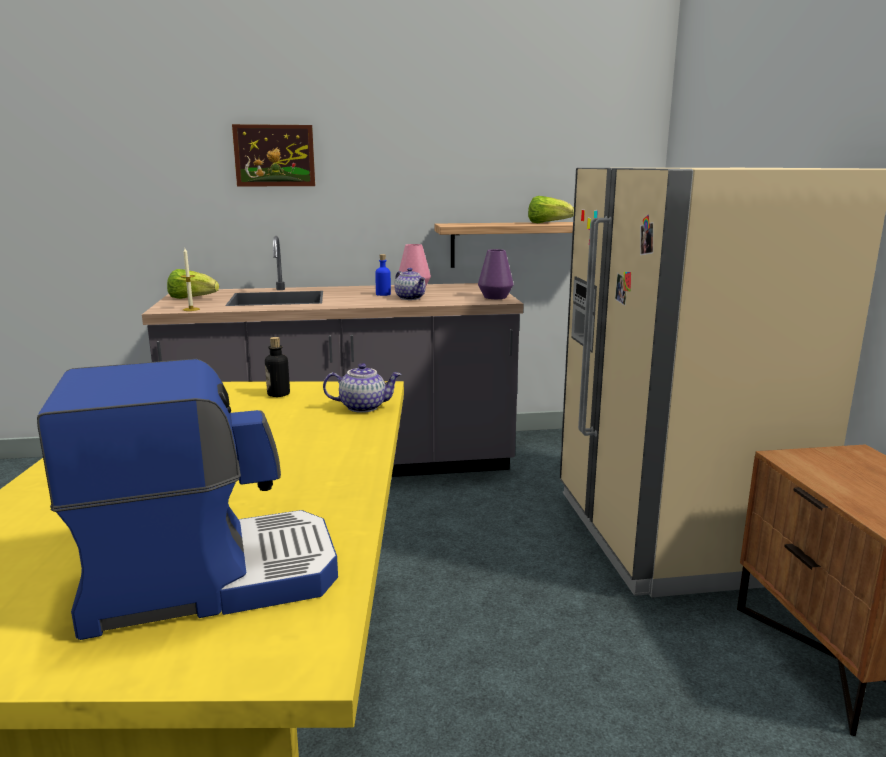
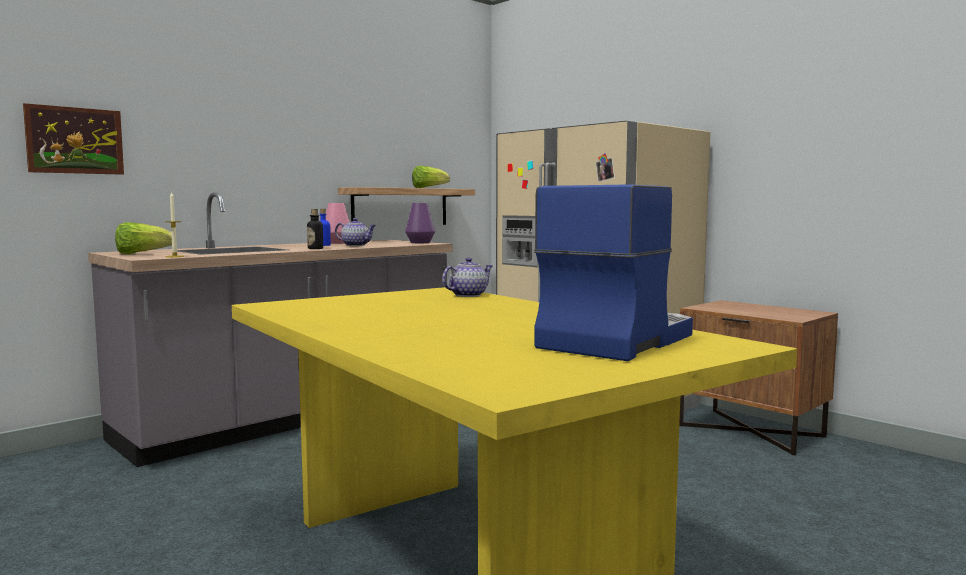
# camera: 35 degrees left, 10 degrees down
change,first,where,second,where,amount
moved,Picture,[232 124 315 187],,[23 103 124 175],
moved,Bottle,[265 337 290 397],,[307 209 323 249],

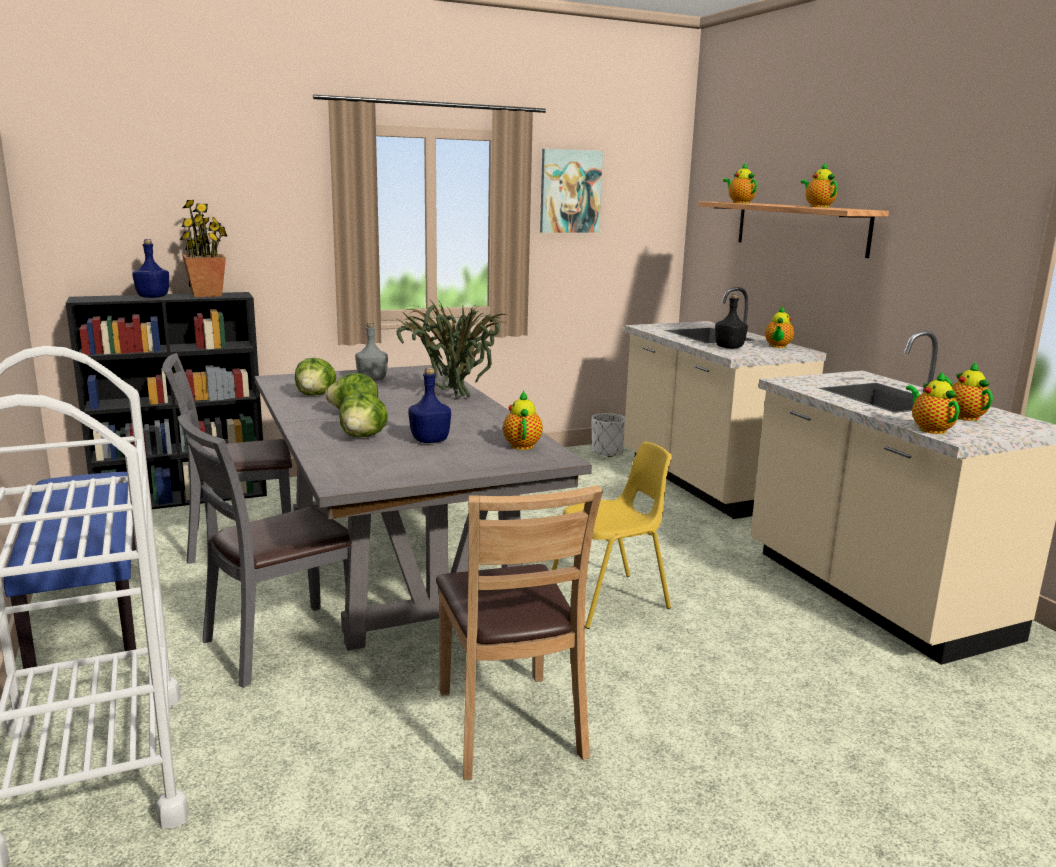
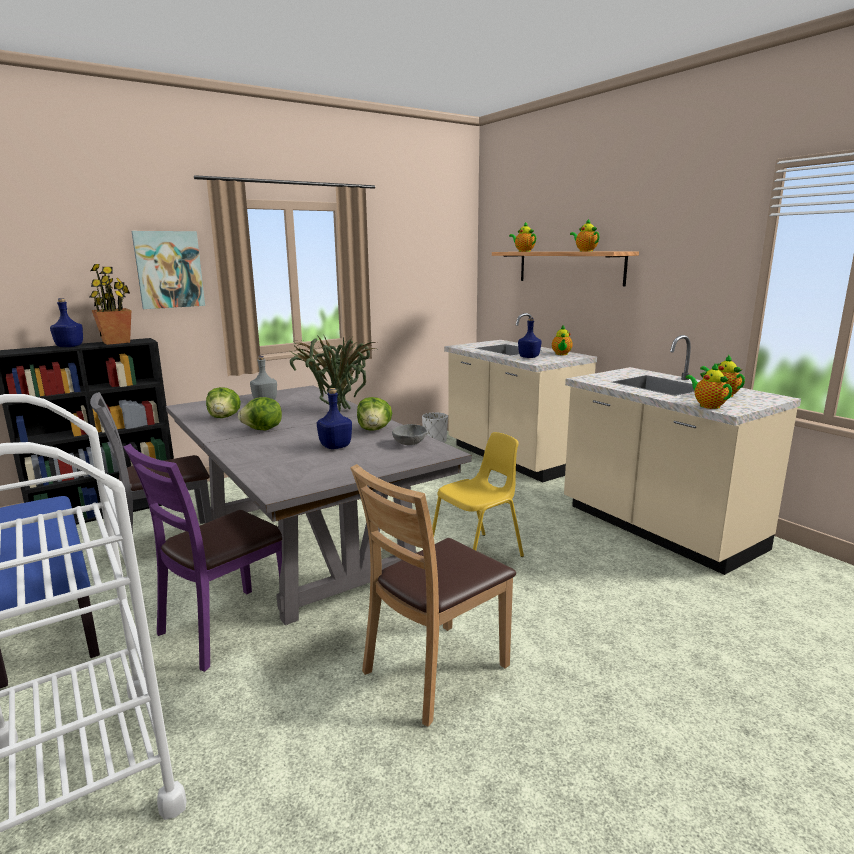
# camera: 10 degrees left, 0 degrees up
change,first,where,second,where,amount
recoloured,GreyChair,[177 414 350 688],PurpleChair,[124 444 282 672],
moved,Picture,[540 149 603 233],,[132 231 205 309],
turned,BrownChair,[436 485 603 780],,[350 464 516 727],75 degrees clockwise
moved,Lettuce,[339 392 388 437],,[357 397 392 431],
replaced,Teapot,[503 391 543 450],GreyBowl,[392 424 427 445],
recoloured,BlackBottle,[715 294 748 349],BlueBottle,[518 317 542 358],

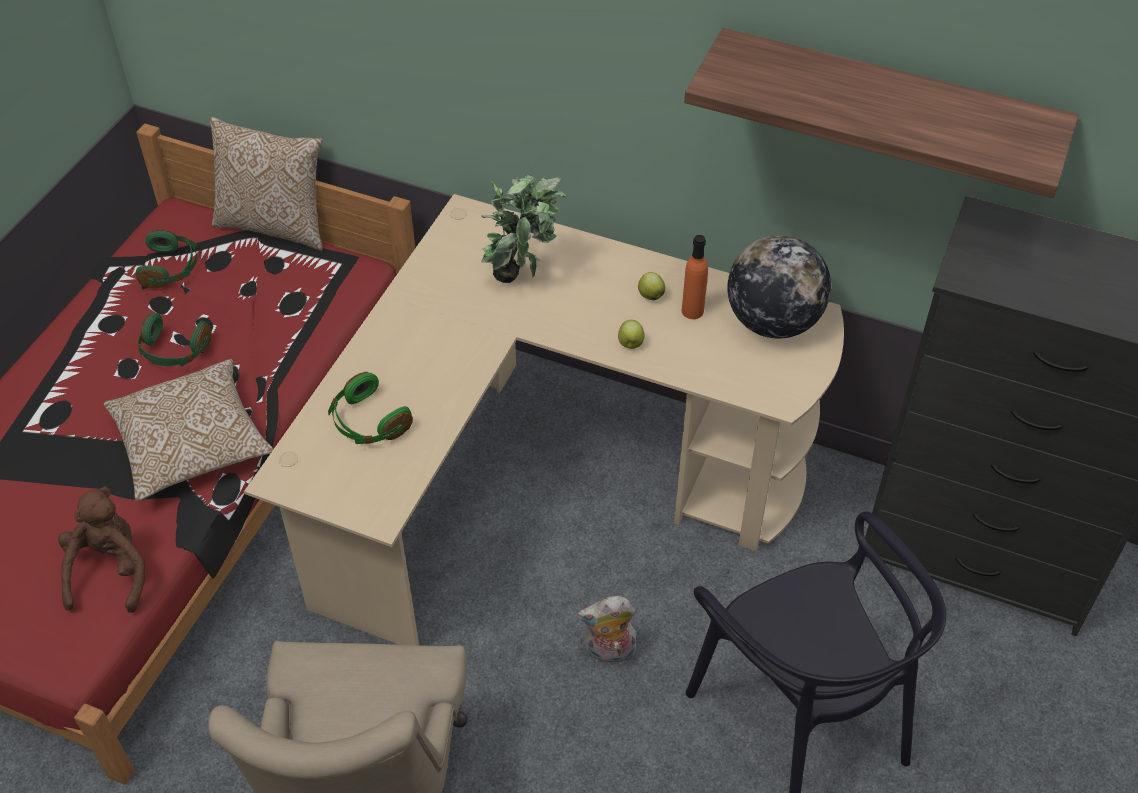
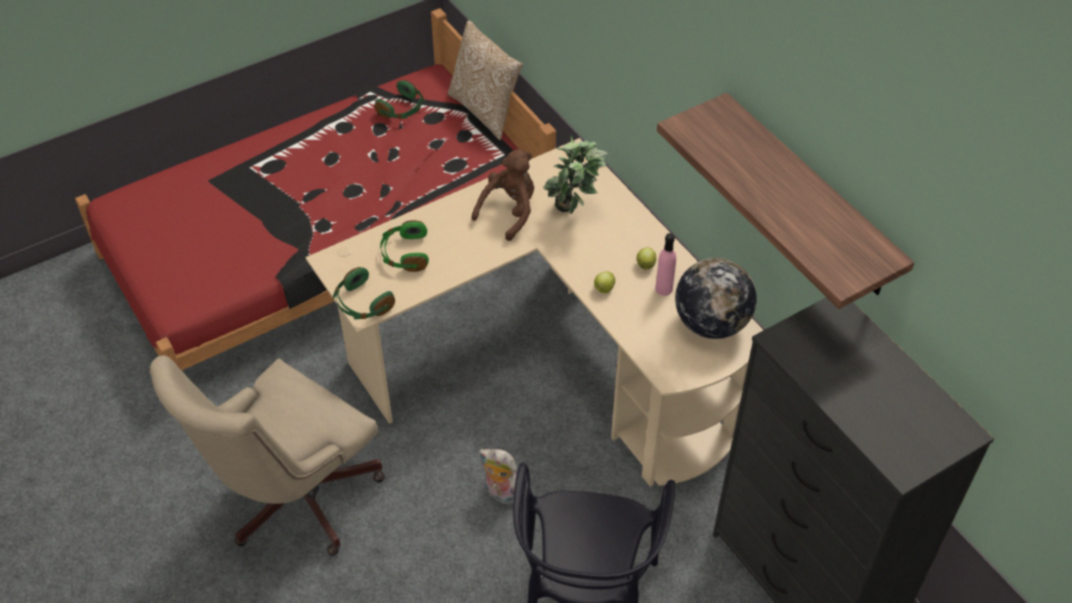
# camera: 35 degrees right, 0 degrees up
change,first,where,second,where,amount
moved,GreenHeadphones,[138 313 212 366],,[333 267 395 319],
moved,BrownPlushToy,[58 486 145 613],,[471 150 534 241],
recoloured,OrangeBottle,[682 235 708 319],PinkBottle,[655 233 676 296],
removed,Pillow,[104 359 274 501],,,

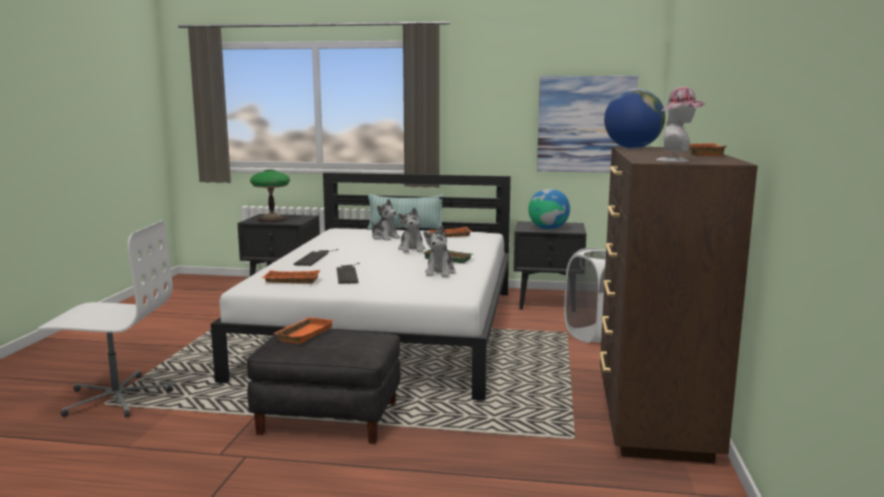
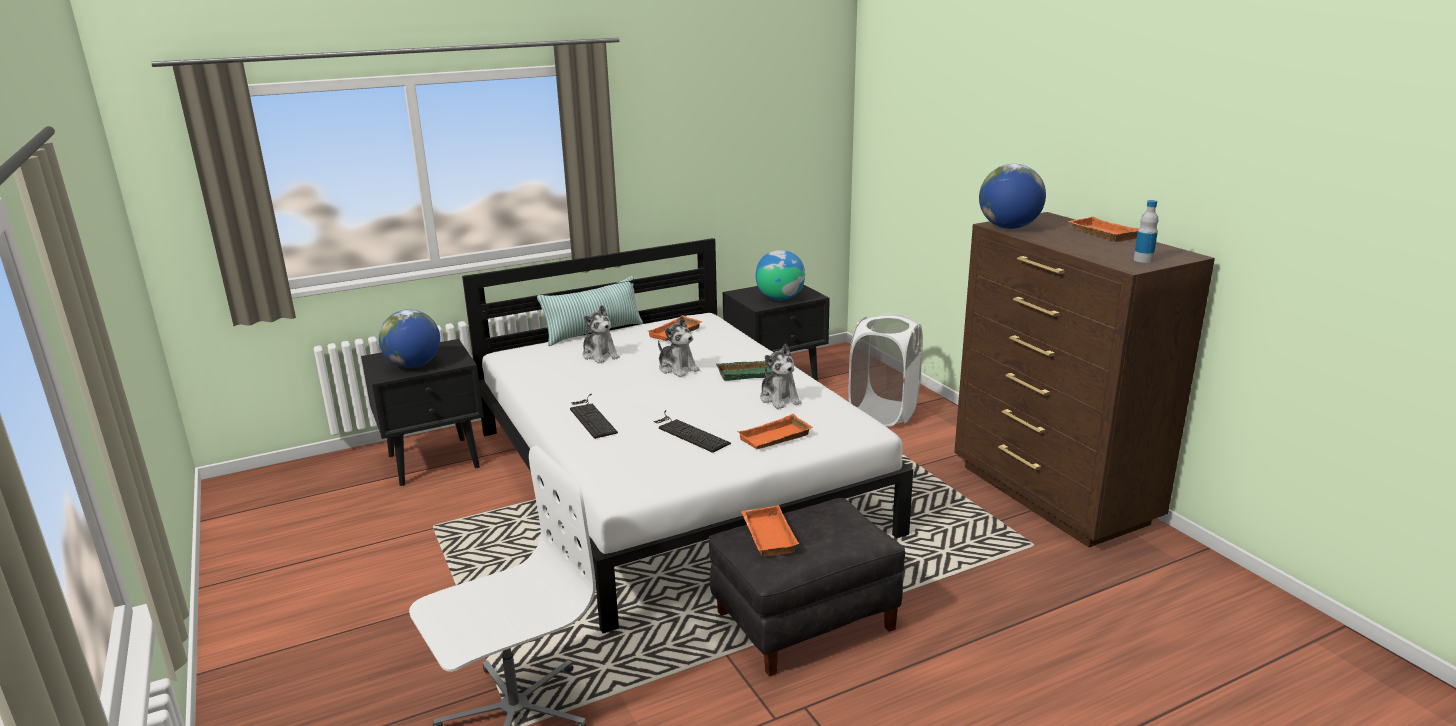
# camera: 35 degrees left, 10 degrees up
change,first,where,second,where,amount
replaced,TableLamp,[250 170 290 223],Globe,[379 309 440 368],
turned,PlushToy,[371 199 400 241],,[583 305 620 364],45 degrees clockwise
moved,OrangeTray,[262 270 320 284],,[737 414 813 449],
replaced,Hat,[656 87 706 162],Bottle,[1134 200 1159 263],
removed,Picture,[537 76 638 173],,,

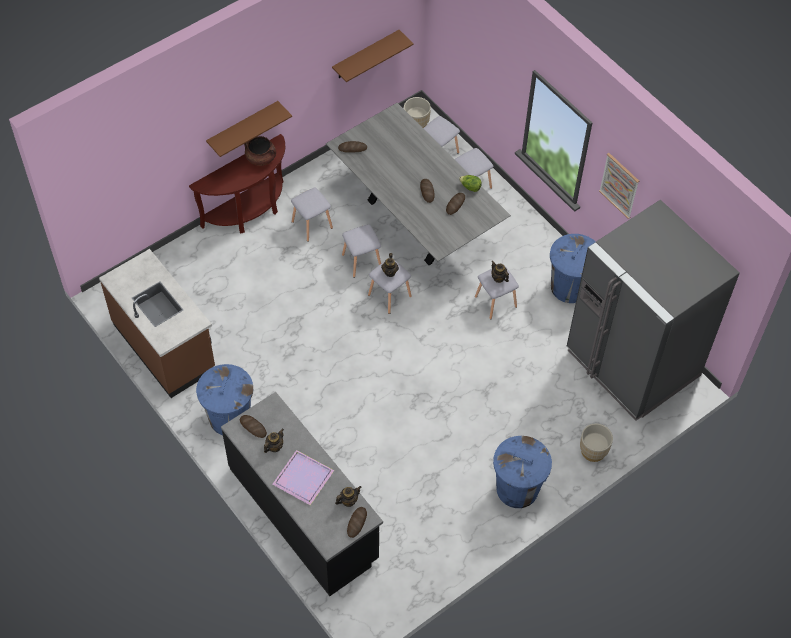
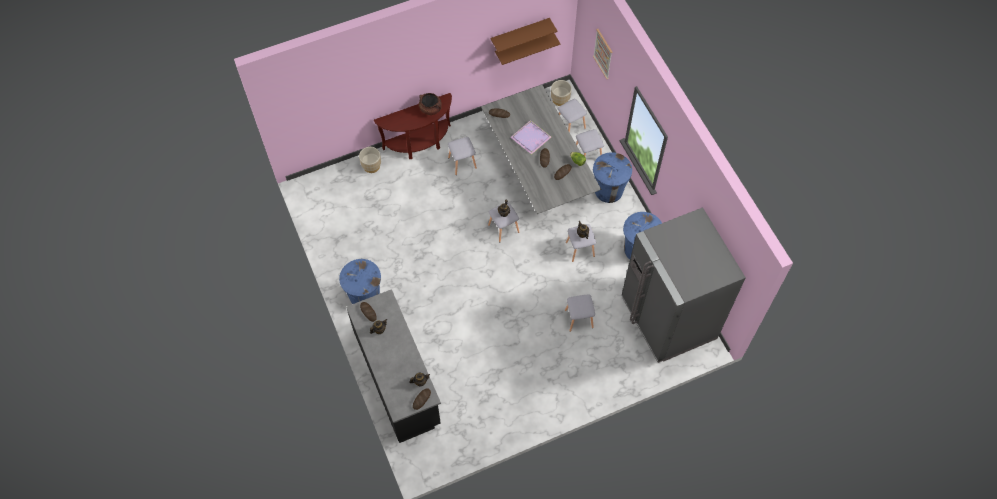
# camera: 15 degrees right, 5 degrees up
change,first,where,second,where,amount
moved,BeigePlanter,[580 424 613 462],,[359 147 381 173],
moved,BrownShelf,[206 101 292 157],,[491 18 557 52],
moved,PurpleTray,[272 450 334 505],,[511 120 551 154],
moved,GreyStool,[342 224 381 278],,[565 294 595 332],
moved,Picture,[599 153 639 219],,[593 29 613 79],
moved,BlueTrashCan,[493 436 552 508],,[593 152 632 203],
removed,BrownCounter,[99 249 215 398],,,

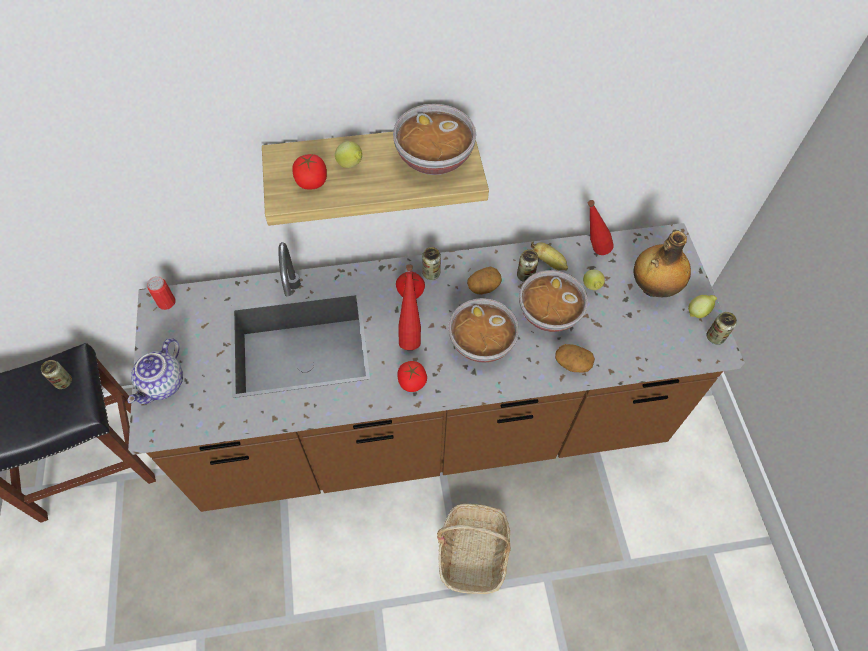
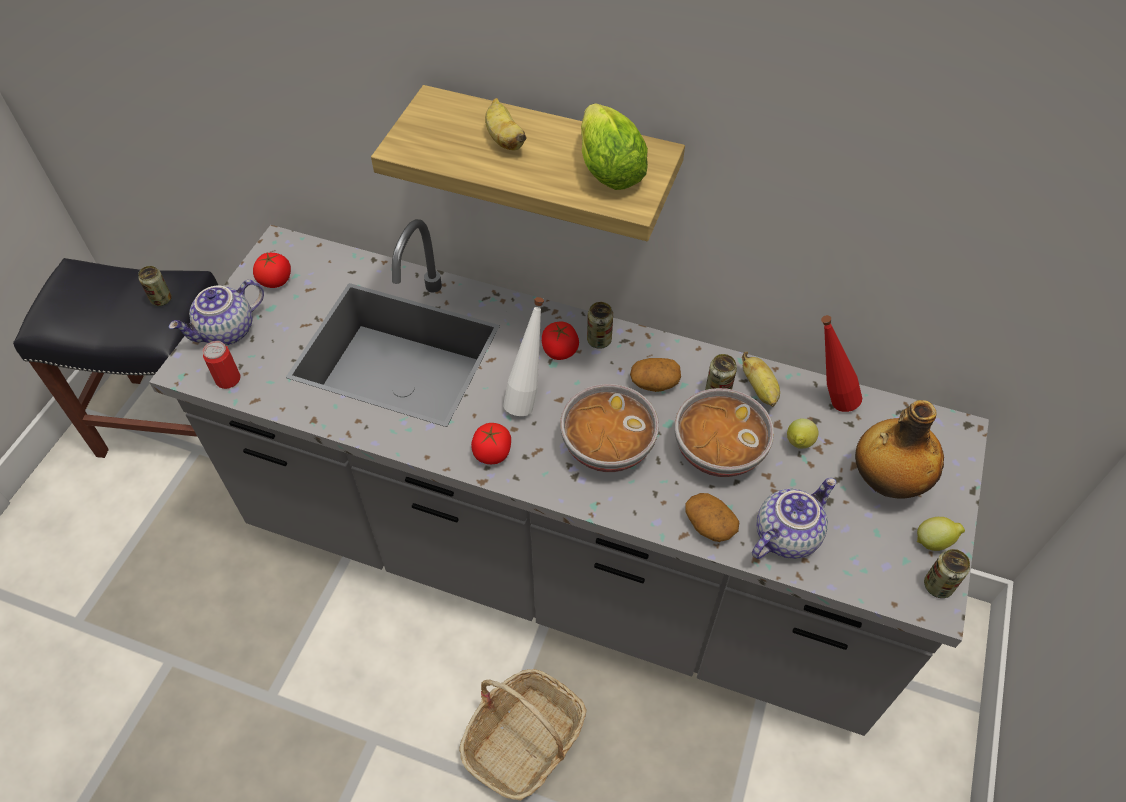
# camera: 30 degrees right, 5 degrees down
change,first,where,second,where,amount
recoloured,BrownCounter,[128 223 745 512],GreyCounter,[149 219 989 736],
moved,Can,[147 276 176 310],,[203 341 241 389],
moved,Tomato,[292 154 327 189],,[253 253 291 288],
replaced,Lemon,[335 141 362 168],Banana,[485 98 527 150],
recoloured,RedBottle,[398 264 421 350],WhiteBottle,[503 297 544 416],
replaced,Bowl,[393 104 476 175],Lettuce,[581 104 648 190],
added,,,Teapot,[752 478 836 559],

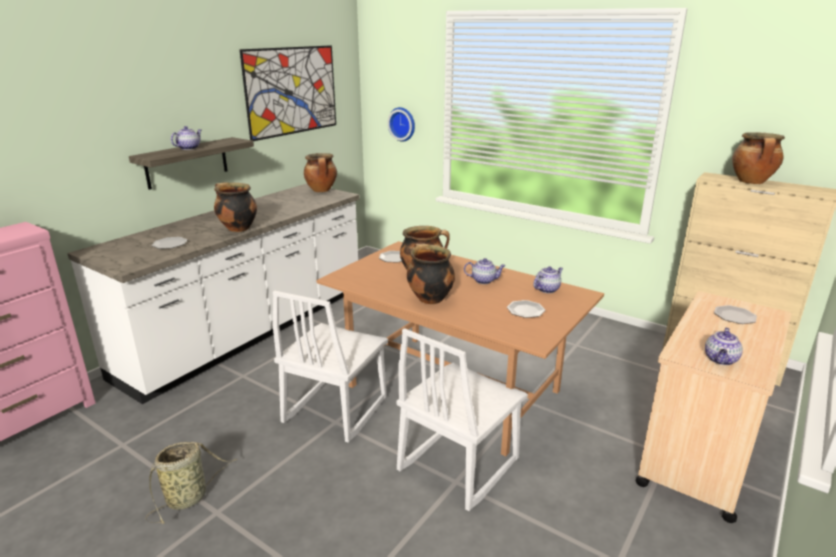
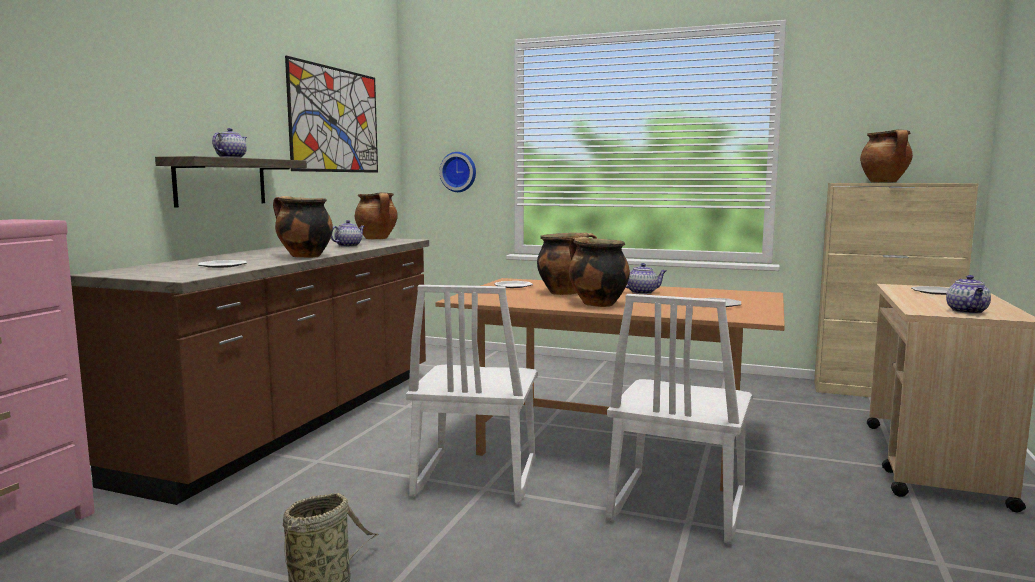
# camera: 15 degrees left, 15 degrees down
change,first,where,second,where,amount
recoloured,WhiteCounter,[67 184 360 404],BrownCounter,[70 237 429 505],
moved,Teapot,[533 266 563 293],,[331 220 365 247],

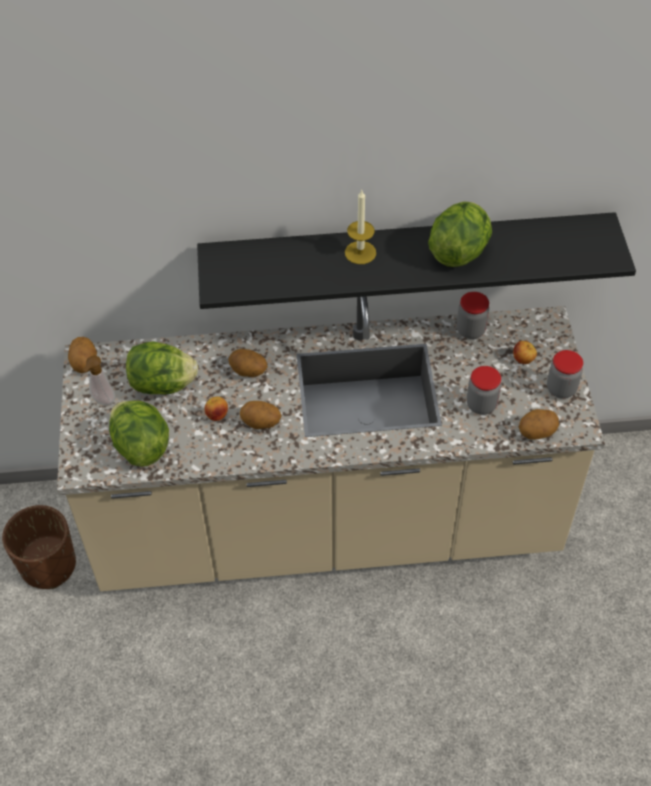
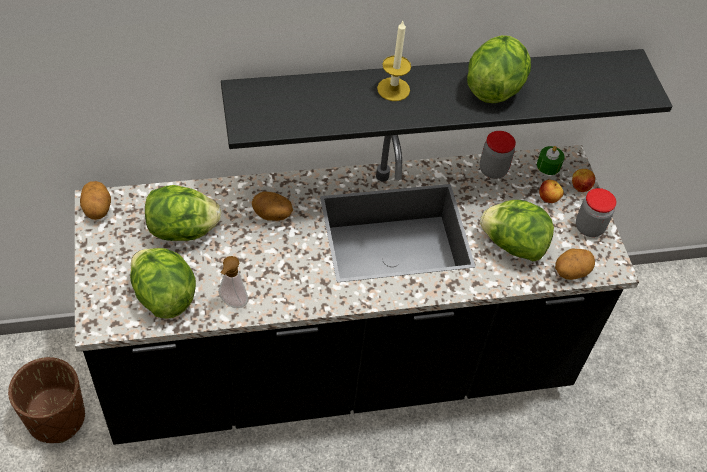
# camera: 10 degrees left, 0 degrees up
change,first,where,second,where,amount
recoloured,BeigeCounter,[57 296 605 591],BlackCounter,[75 135 639 445],
moved,SoapDispenser,[83 356 115 406],,[219 256 248 308],
replaced,Jar,[467 366 501 415],Lettuce,[480 200 554 261],
added,,,GreenCandle,[537 146 565 175],
moved,Apple,[205 397 228 421],,[572 169 595 192],
removed,Potato,[240 401 282 429],,,

